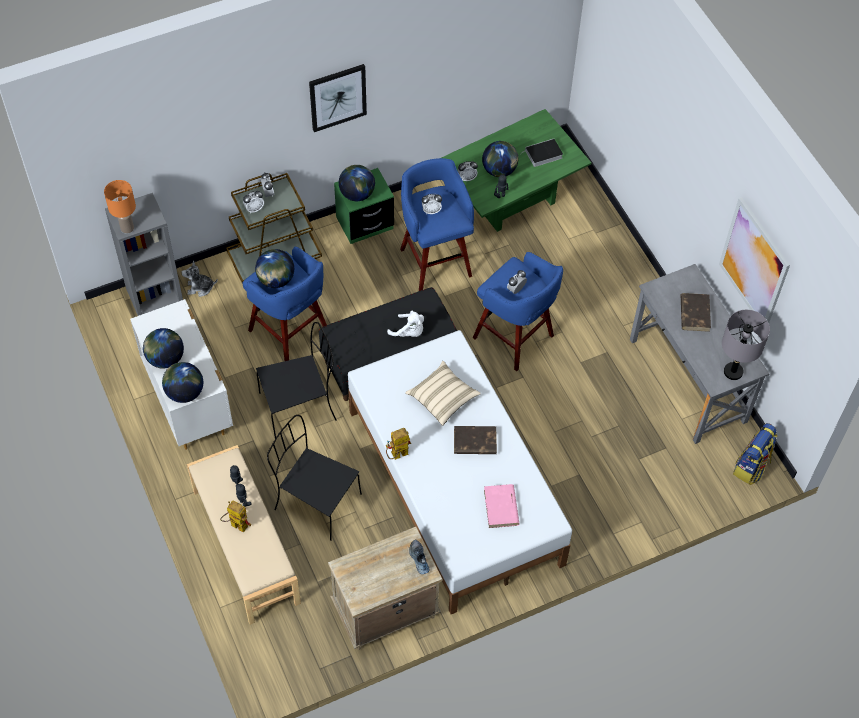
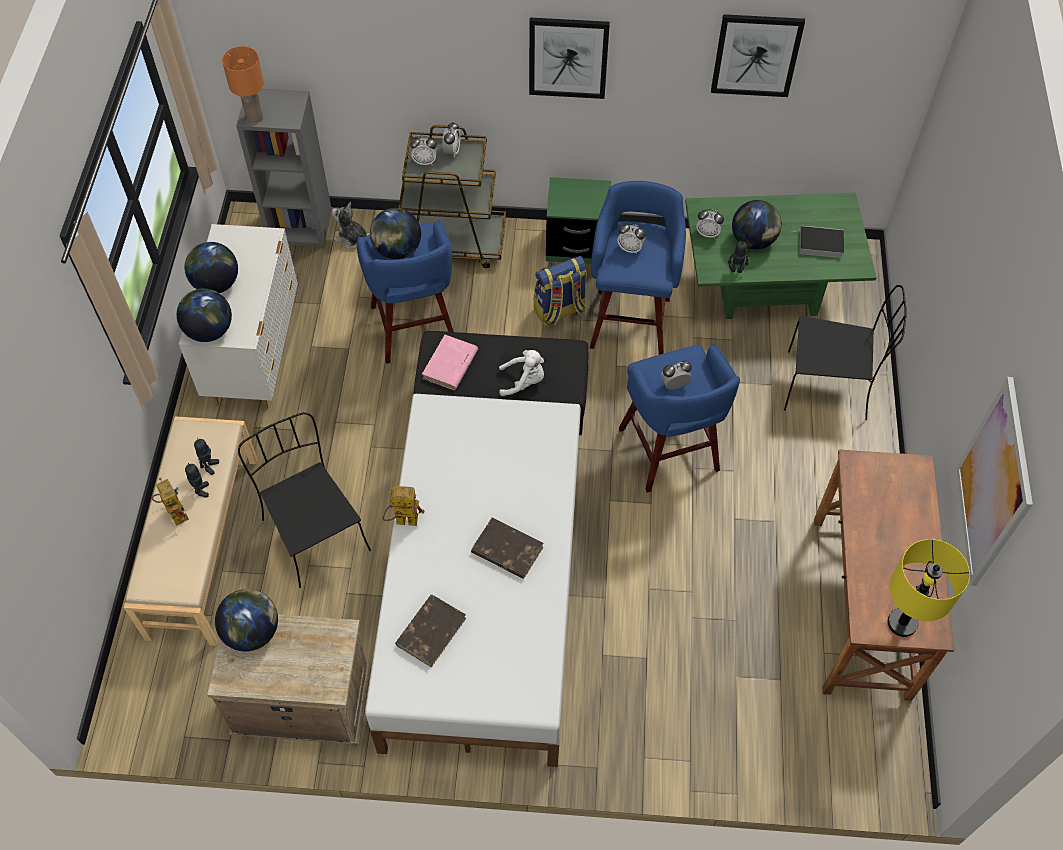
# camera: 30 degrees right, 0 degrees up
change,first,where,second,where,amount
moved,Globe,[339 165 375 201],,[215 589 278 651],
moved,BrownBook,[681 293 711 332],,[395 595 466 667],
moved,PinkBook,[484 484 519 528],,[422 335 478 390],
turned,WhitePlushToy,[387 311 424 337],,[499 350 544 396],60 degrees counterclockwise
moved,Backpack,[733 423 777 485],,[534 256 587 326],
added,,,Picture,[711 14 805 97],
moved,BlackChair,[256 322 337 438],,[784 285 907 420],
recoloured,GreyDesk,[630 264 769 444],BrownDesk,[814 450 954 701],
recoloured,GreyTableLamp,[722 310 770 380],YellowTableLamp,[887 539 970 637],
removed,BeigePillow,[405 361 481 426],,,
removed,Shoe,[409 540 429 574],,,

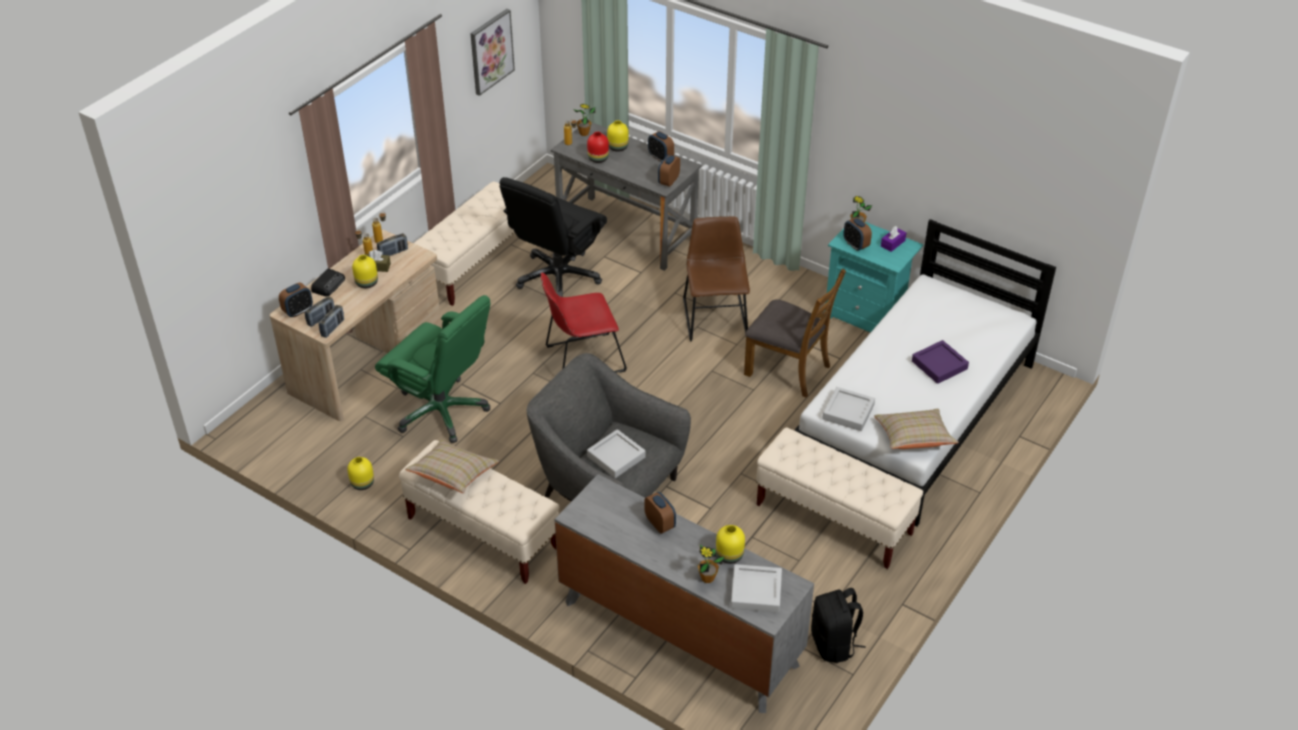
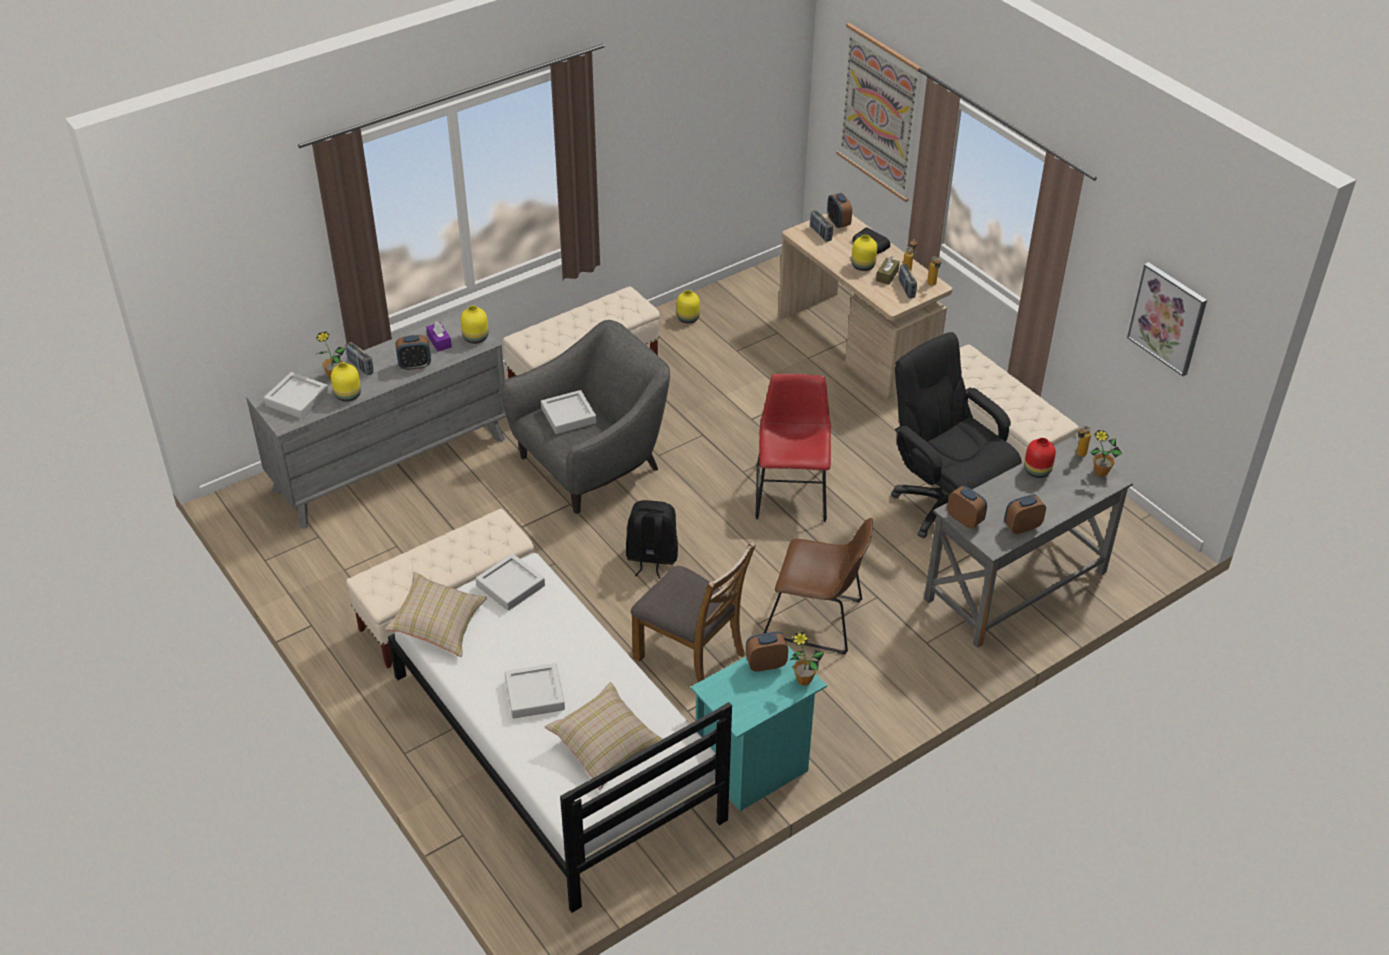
# camera: 110 degrees right, 0 degrees up
change,first,where,second,where,amount
moved,Radio,[319 305 344 338],,[345 342 374 376],
moved,PurpleTissueBox,[881 226 906 252],,[426 321 452 352],
moved,YellowVase,[607 120 629 152],,[461 305 488 344],
recoloured,PurpleTray,[912 340 969 384],GreyTray,[505 663 565 719],
moved,BeigePillow,[405 440 499 493],,[545 682 662 790],
moved,BlackBackpack,[811 588 865 663],,[626 500 678 579],
turned,BrownChair,[744 269 846 398],,[631 541 756 682],105 degrees counterclockwise
added,,,Picture,[836 23 923 202],
removed,GreenOfficeChair,[375 295 491 443],,,

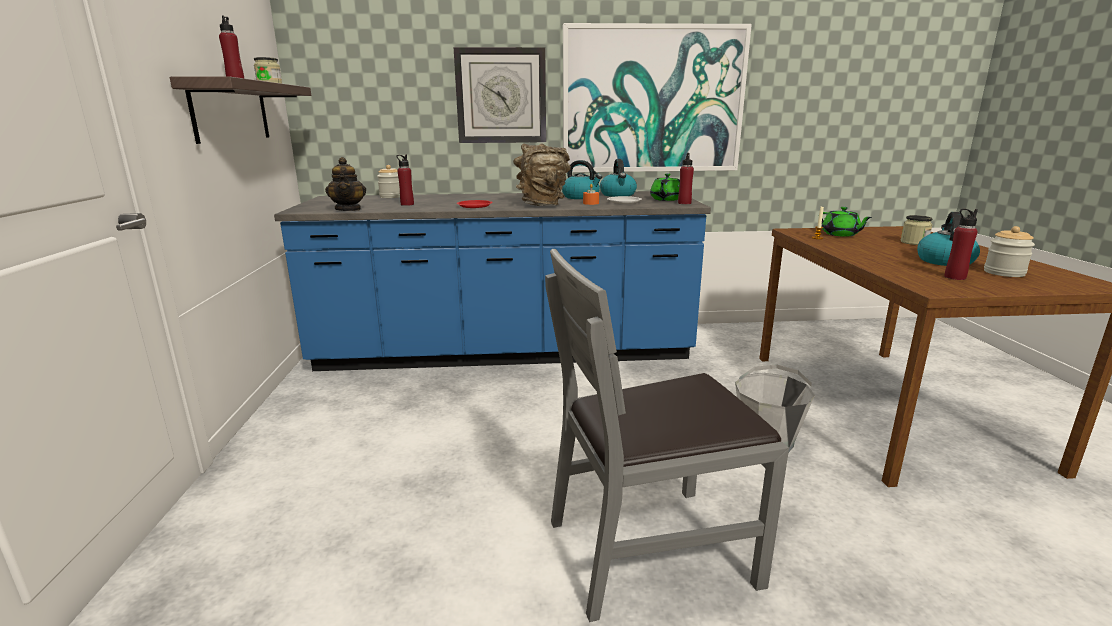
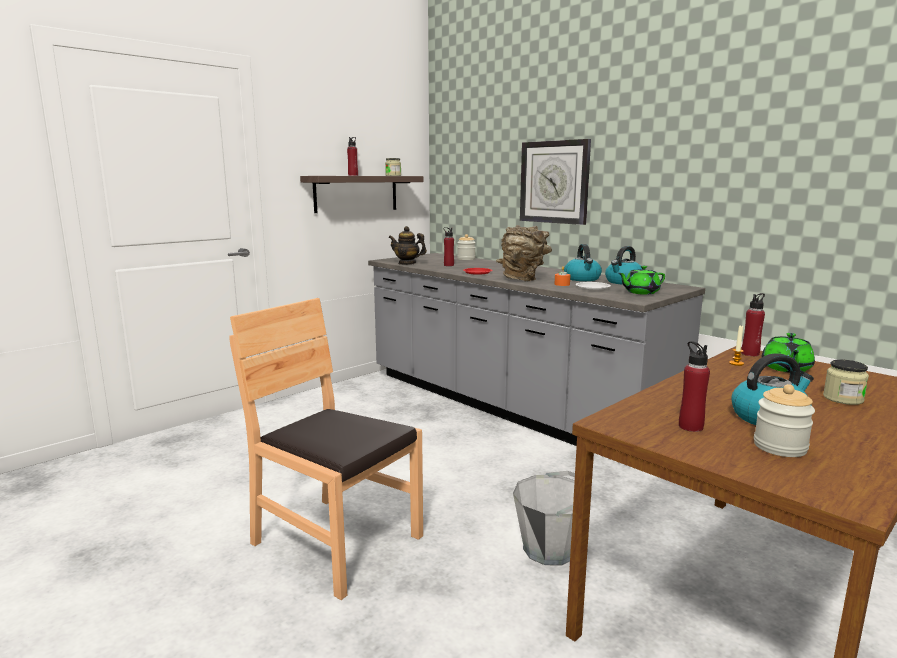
# camera: 50 degrees right, 5 degrees down
change,first,where,second,where,amount
recoloured,GreyChair,[545 249 789 622],BrownChair,[229 298 423 600],
recoloured,BlueCounter,[274 191 711 371],GreyCounter,[368 253 705 446],
turned,Teapot,[325 157 366 211],,[389 226 427 265],75 degrees clockwise
moved,RedBottle,[678 153 694 204],,[741 293 765 356],
removed,Picture,[563 23 752 172],,,

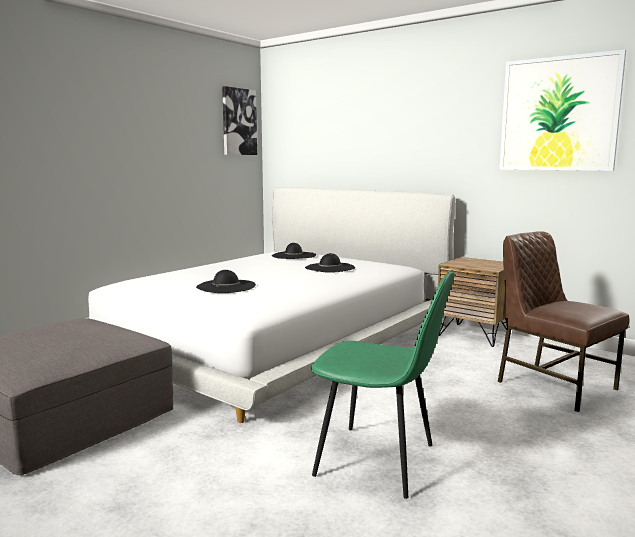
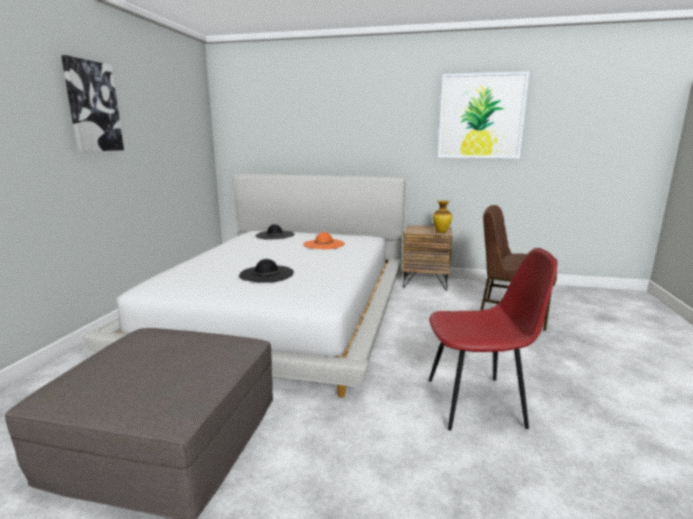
# camera: 25 degrees left, 5 degrees up
change,first,where,second,where,amount
moved,Picture,[222 86 257 155],,[61 55 124 152],
recoloured,BlackHat,[305 253 355 273],OrangeHat,[303 232 345 249],
recoloured,GreenChair,[311 270 455 499],RedChair,[429 248 557 431],
added,,,Vase,[433 201 452 233],

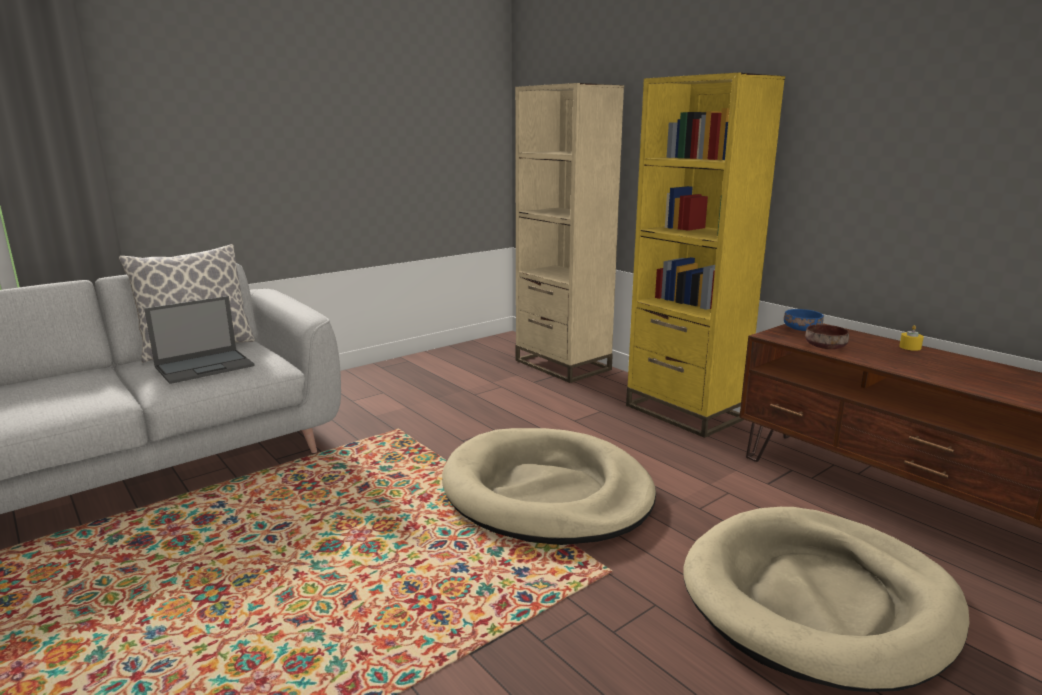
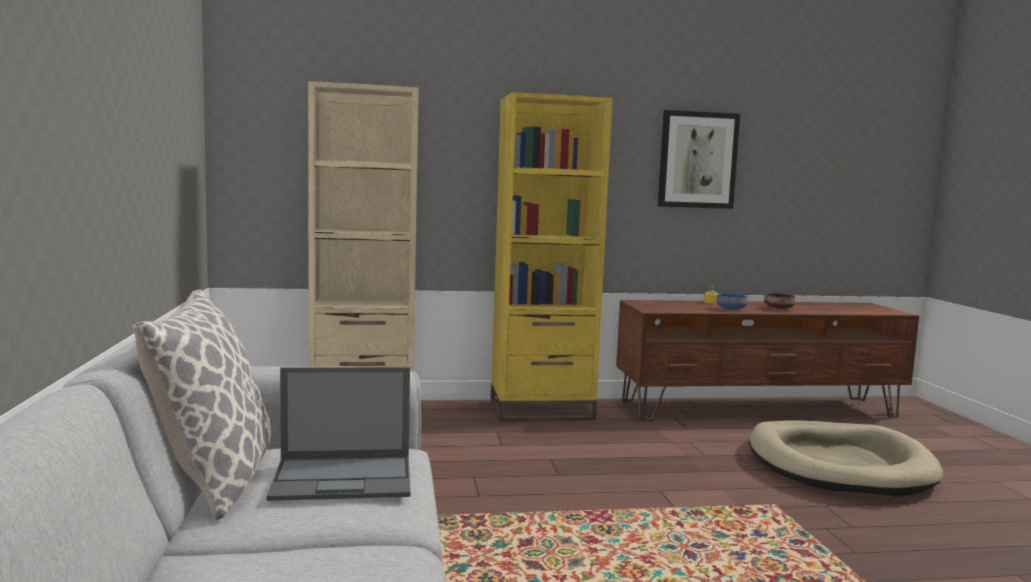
# camera: 60 degrees left, 10 degrees down
change,first,where,second,where,amount
turned,Laptop,[144 296 255 384],,[267 367 411 501],90 degrees clockwise
added,,,Picture,[658 110 740 209],
moved,BlueBowl,[784 309 824 331],,[717 293 748 309],
moved,BrownBowl,[805 324 849 349],,[764 293 795 309],
removed,BeigeDogBed,[442 428 656 545],,,

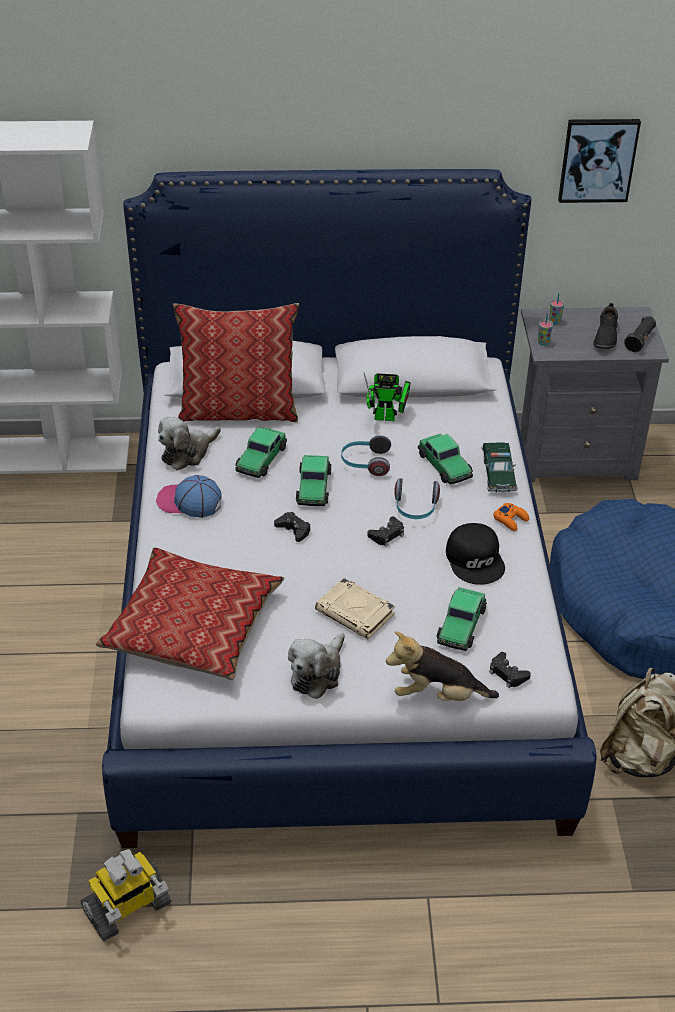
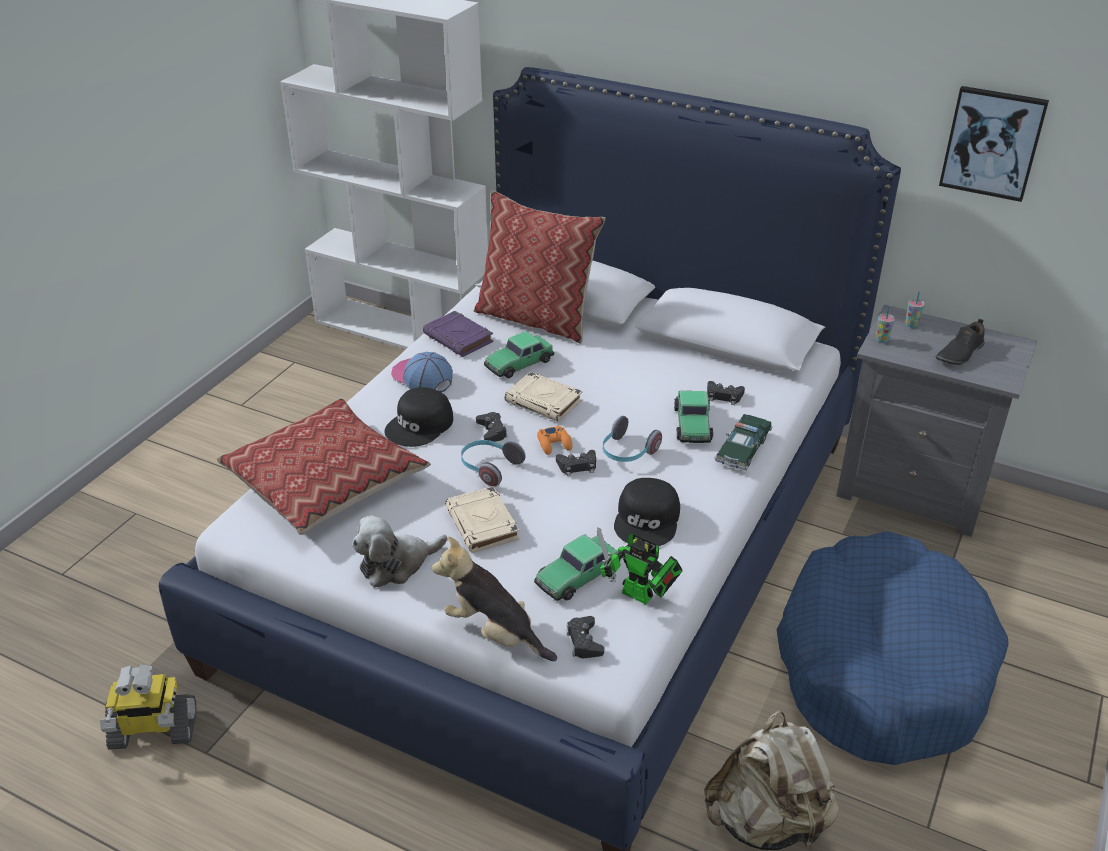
# camera: 30 degrees right, 5 degrees down
change,first,where,second,where,amount
added,,,BlackCap,[384 387 453 447],
replaced,PlushToy,[158 417 221 470],PurpleBook,[423 311 493 357],
moved,Headphones,[341 435 391 476],,[461 440 525 487],
replaced,ToyCar,[296 455 332 506],BeigeBook,[505 372 583 422],
moved,OrangeGameController,[493 503 529 531],,[537 426 573 455],
moved,ToyRobot,[364 373 410 421],,[597 527 683 604],
added,,,BlackGameController,[707 381 745 405],
removed,BlackFlashlight,[624 316 656 352],,,

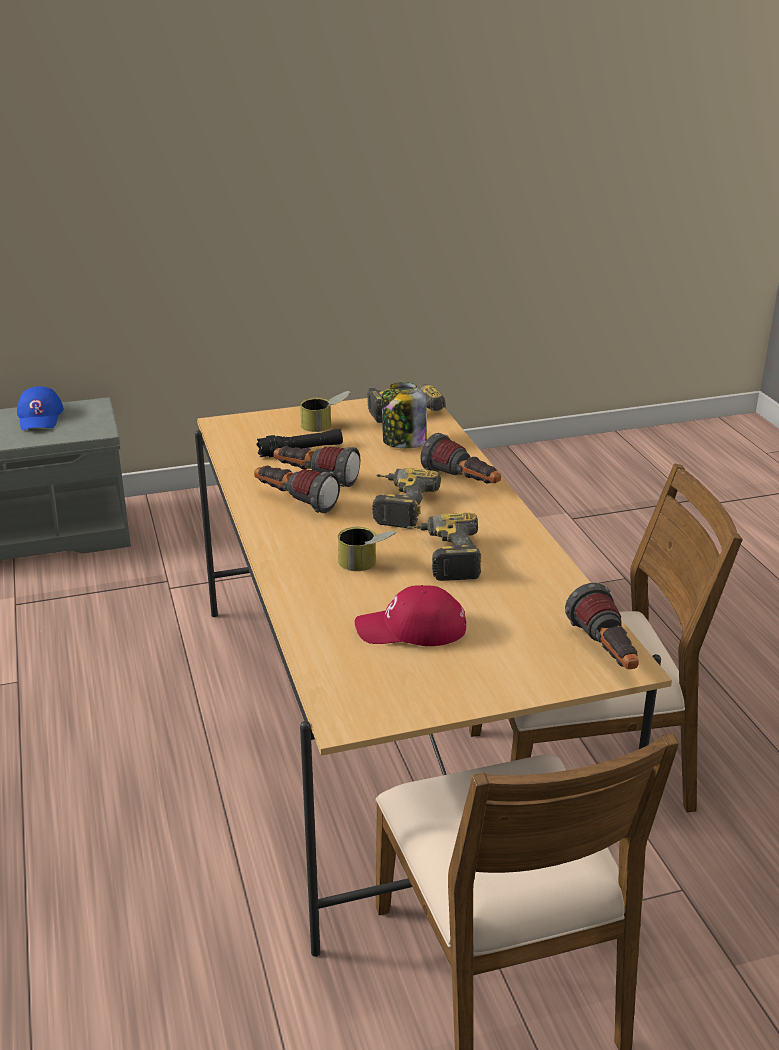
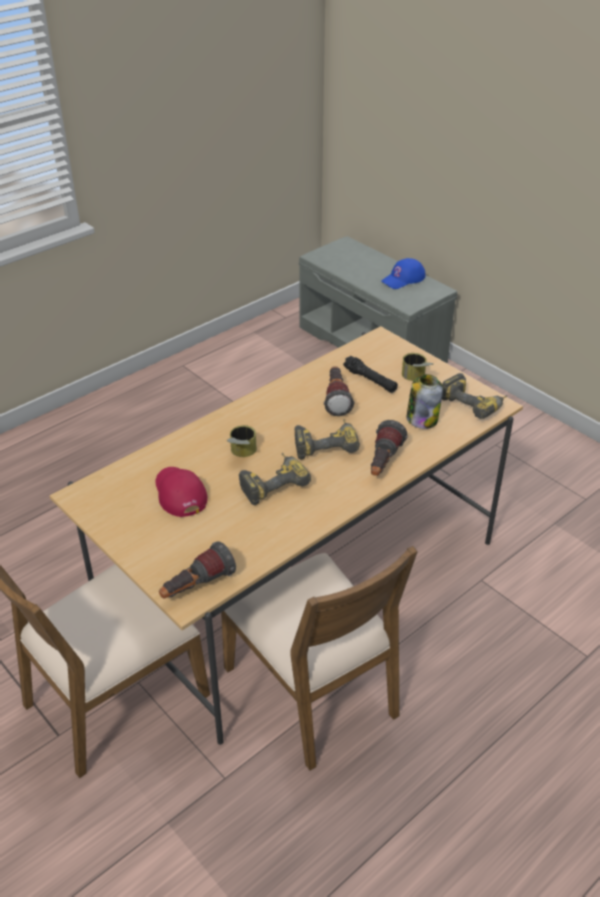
# camera: 65 degrees right, 10 degrees up
change,first,where,second,where,amount
removed,Flashlight,[254 466 340 513],,,

